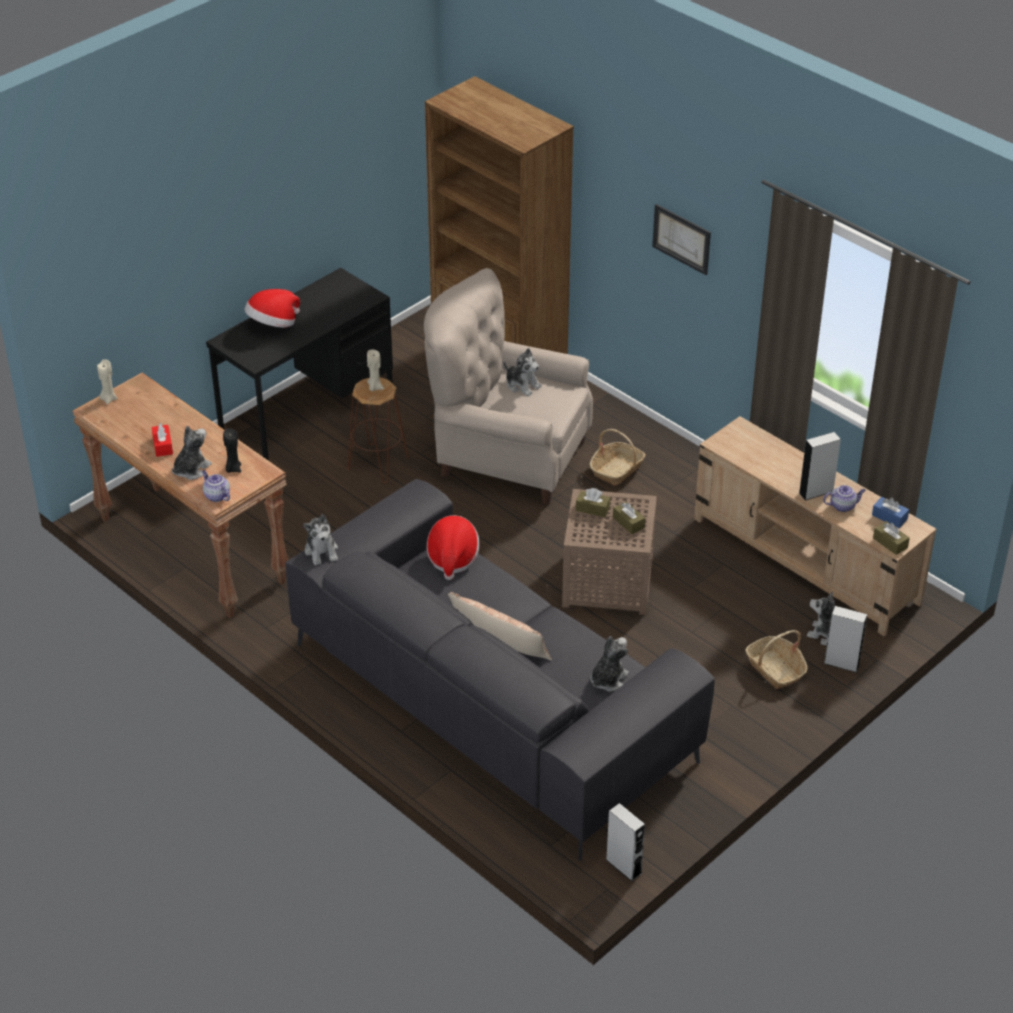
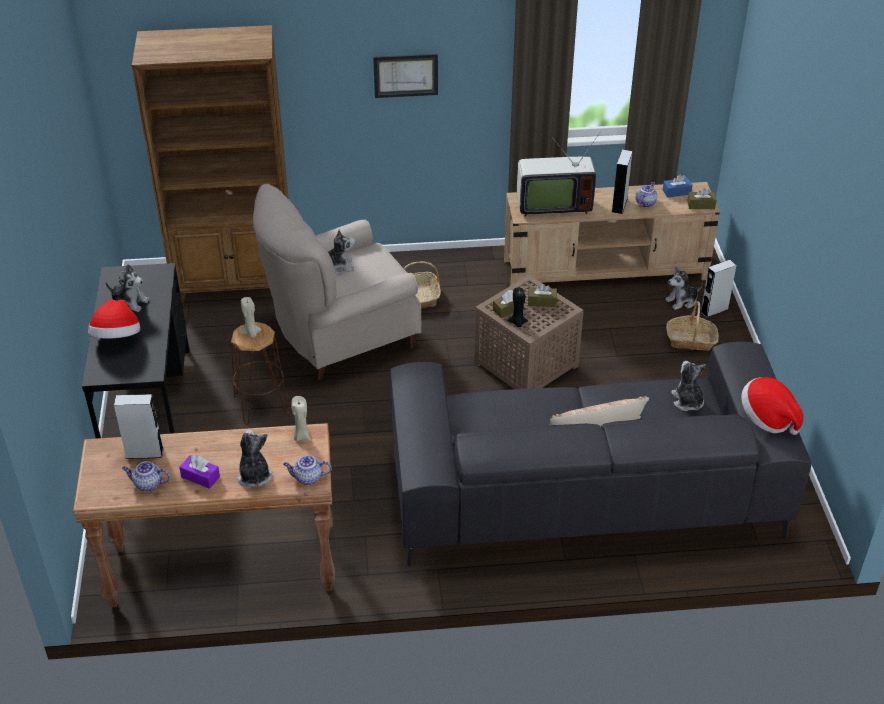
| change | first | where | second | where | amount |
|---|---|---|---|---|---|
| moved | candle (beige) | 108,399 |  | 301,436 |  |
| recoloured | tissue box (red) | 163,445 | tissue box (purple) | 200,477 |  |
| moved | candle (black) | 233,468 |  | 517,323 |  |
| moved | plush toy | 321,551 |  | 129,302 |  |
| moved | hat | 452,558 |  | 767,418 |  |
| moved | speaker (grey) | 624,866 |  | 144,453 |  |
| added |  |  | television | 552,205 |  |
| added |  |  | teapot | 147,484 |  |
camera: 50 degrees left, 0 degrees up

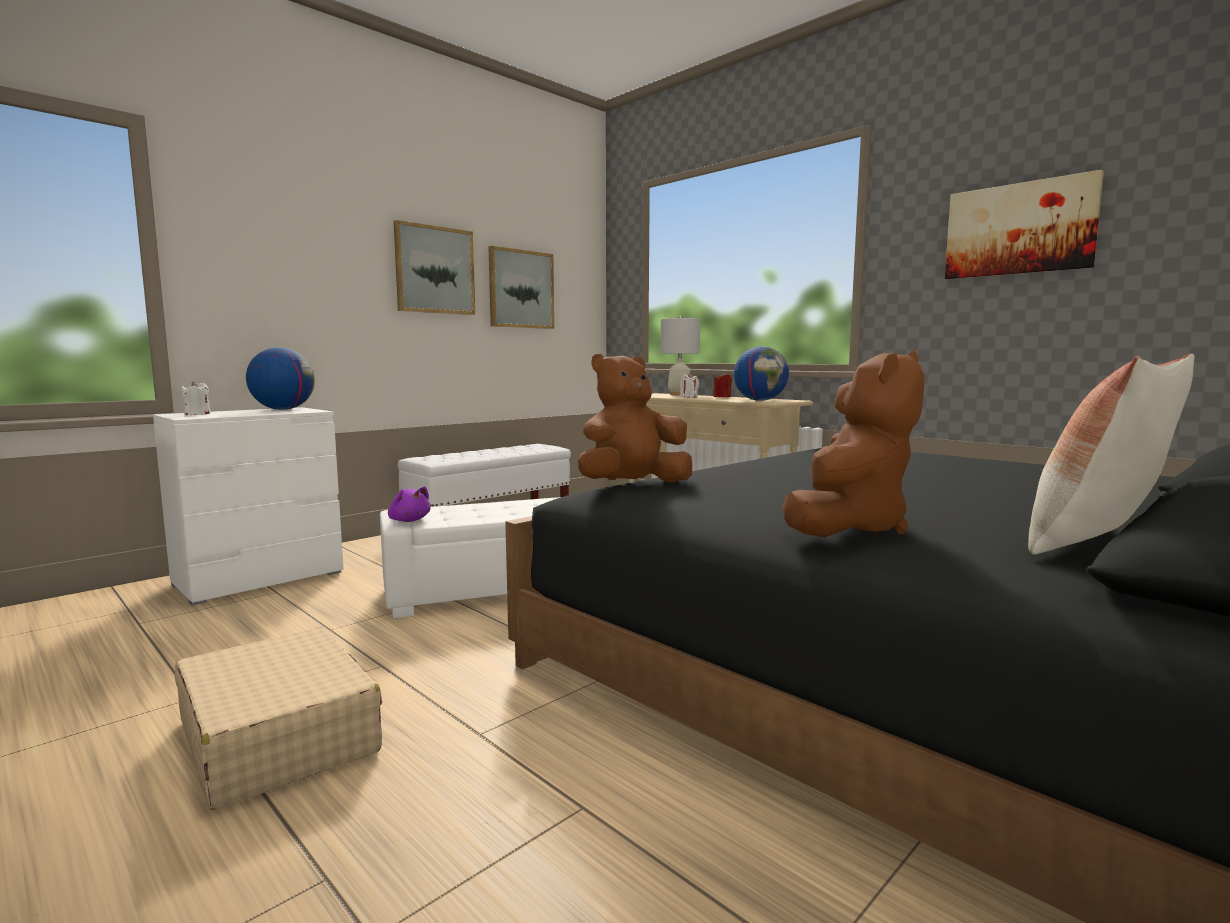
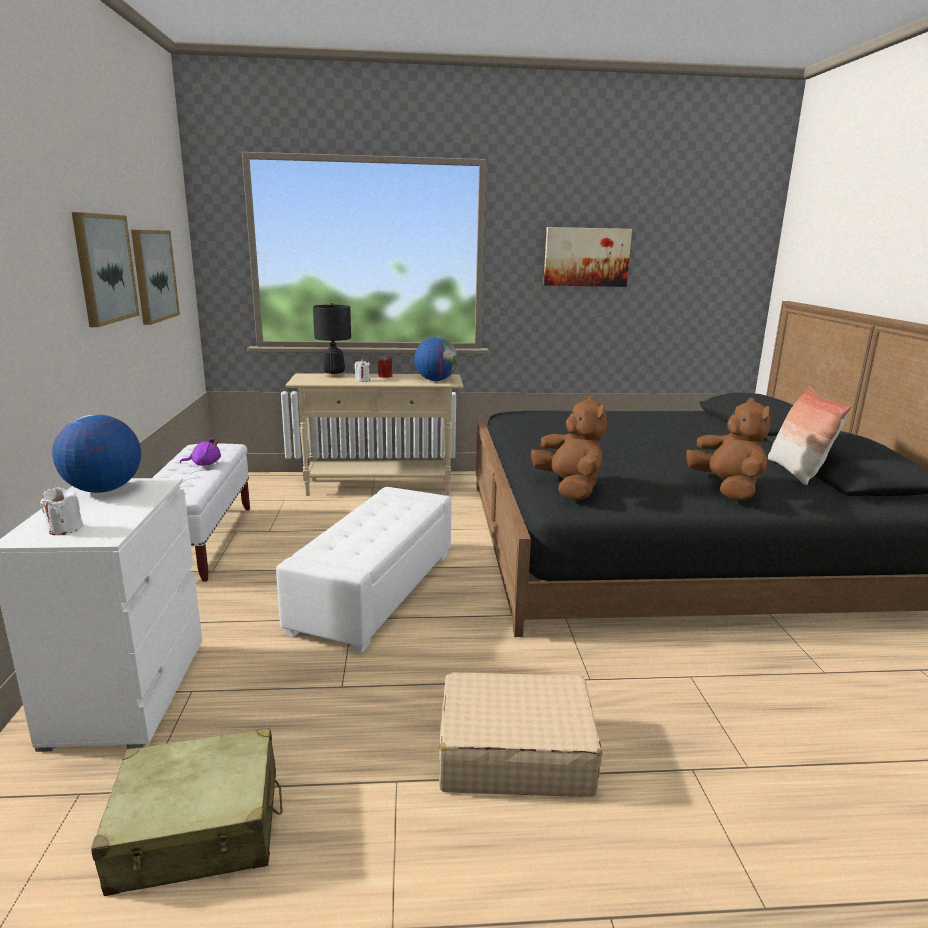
| change | first | where | second | where | amount |
|---|---|---|---|---|---|
| recoloured | table lamp (white) | 679,395 | table lamp (black) | 334,375 |  |
| turned | plush toy (brown) | 632,485 |  | 569,488 | 150 degrees clockwise |
| moved | plush toy (purple) | 409,520 |  | 204,464 |  |
| added |  |  | suitcase (beige) | 198,829 |  |
camera: 50 degrees left, 10 degrees up

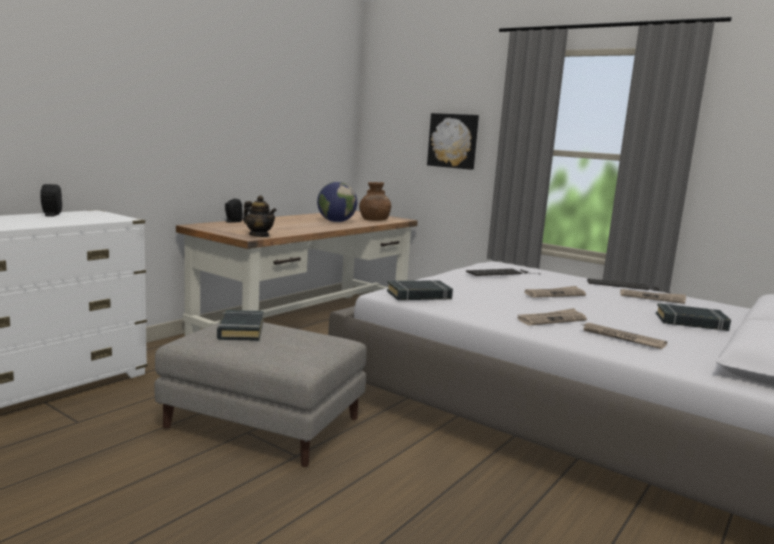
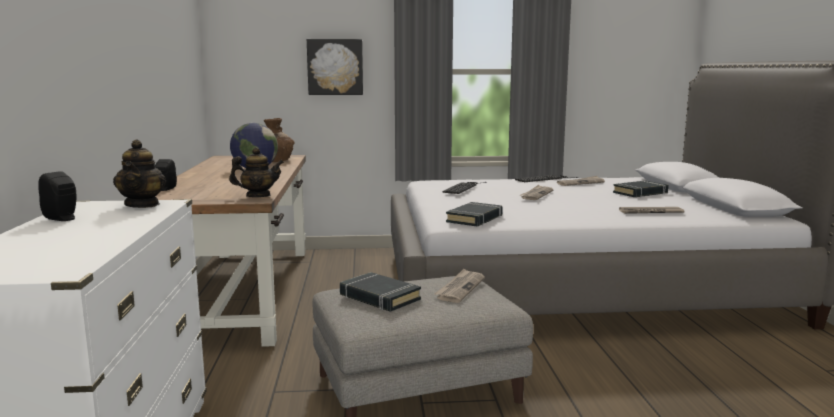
| change | first | where | second | where | amount |
|---|---|---|---|---|---|
| moved | newspaper | 551,319 |  | 460,288 |  |
| added |  |  | teapot | 142,205 |  |
camera: 40 degrees left, 0 degrees up

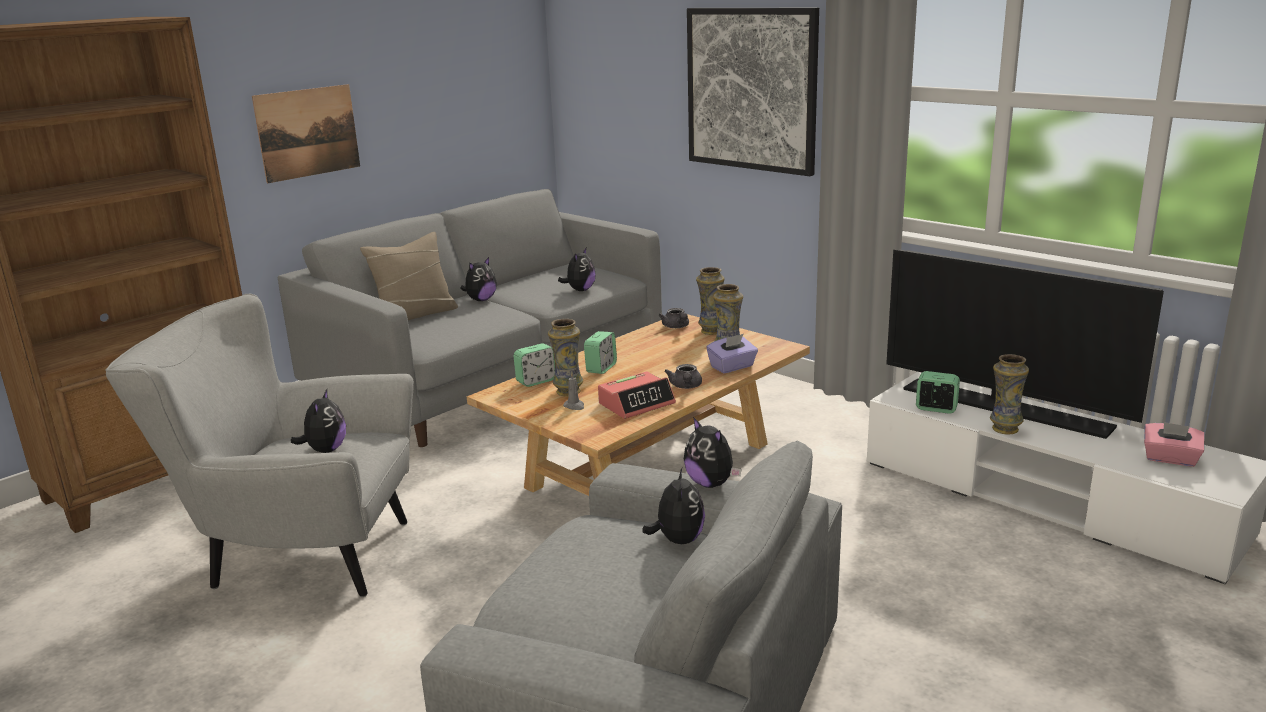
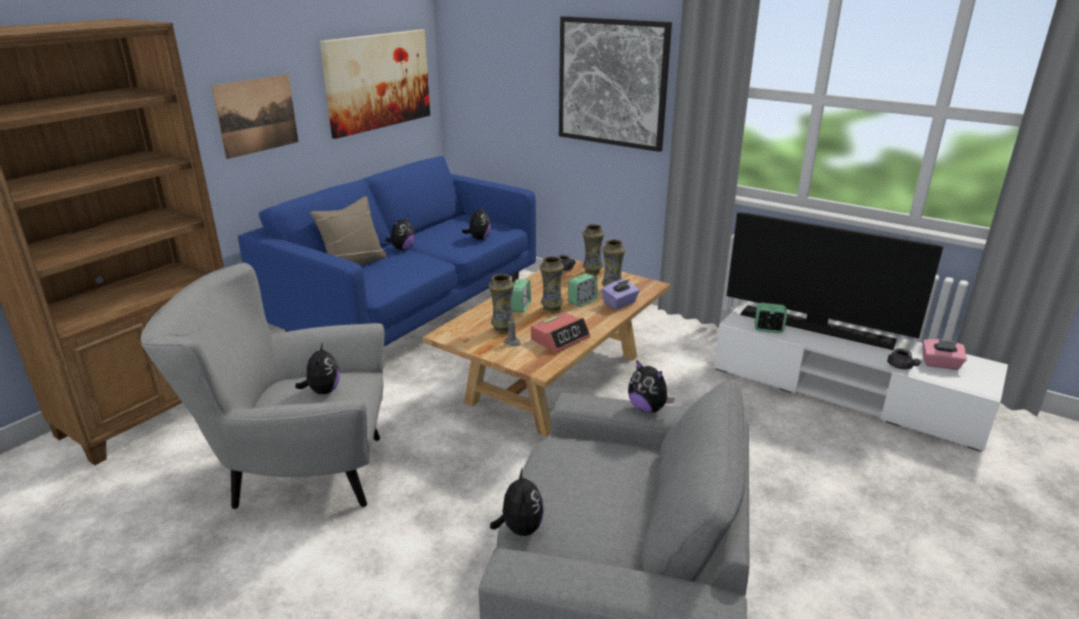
| change | first | where | second | where | amount |
|---|---|---|---|---|---|
| recoloured | sofa (grey) | 492,380 | sofa (blue) | 409,310 |  |
| moved | alarm clock | 536,381 |  | 582,301 |  |
| moved | vase | 1004,429 |  | 551,309 |  |
| moved | teapot (grey) | 685,387 |  | 901,367 |  |
| moved | plush toy | 678,540 |  | 519,528 |  |
| added |  |  | picture | 378,81 |  |
camera: 10 degrees left, 5 degrees up

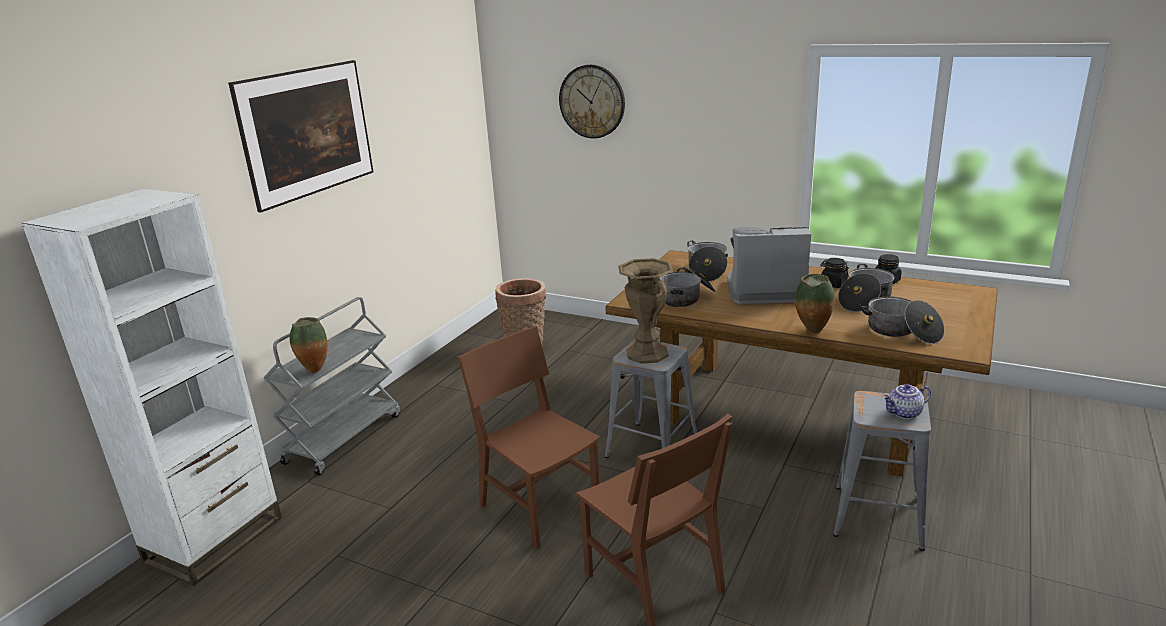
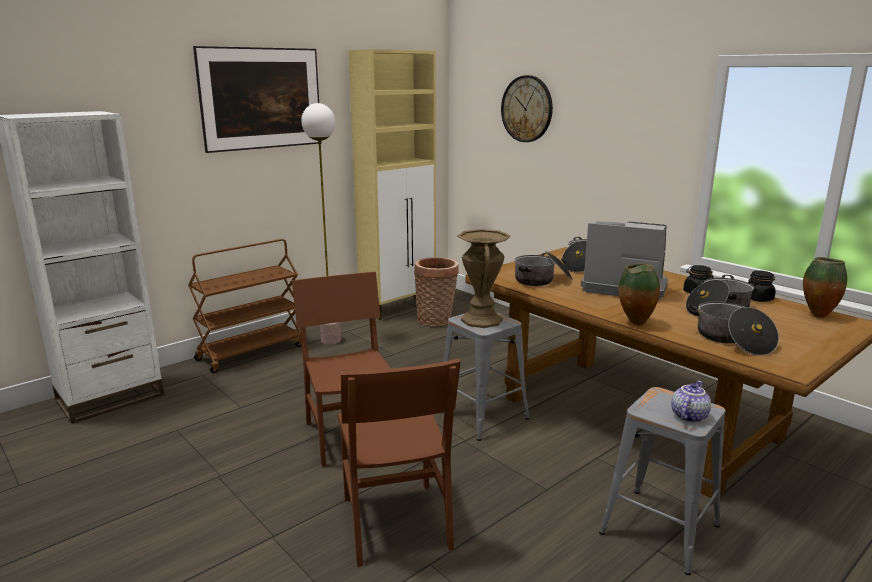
| change | first | where | second | where | amount |
|---|---|---|---|---|---|
| recoloured | cart (grey) | 344,438 | cart (brown) | 251,352 |  |
| moved | vase | 314,370 |  | 817,315 |  |
| turned | teapot | 904,413 |  | 688,416 | 120 degrees clockwise |
| added |  |  | cabinet (beige) | 399,307 |  |
| added |  |  | floor lamp | 331,340 |  |
camera: 20 degrees right, 5 degrees down

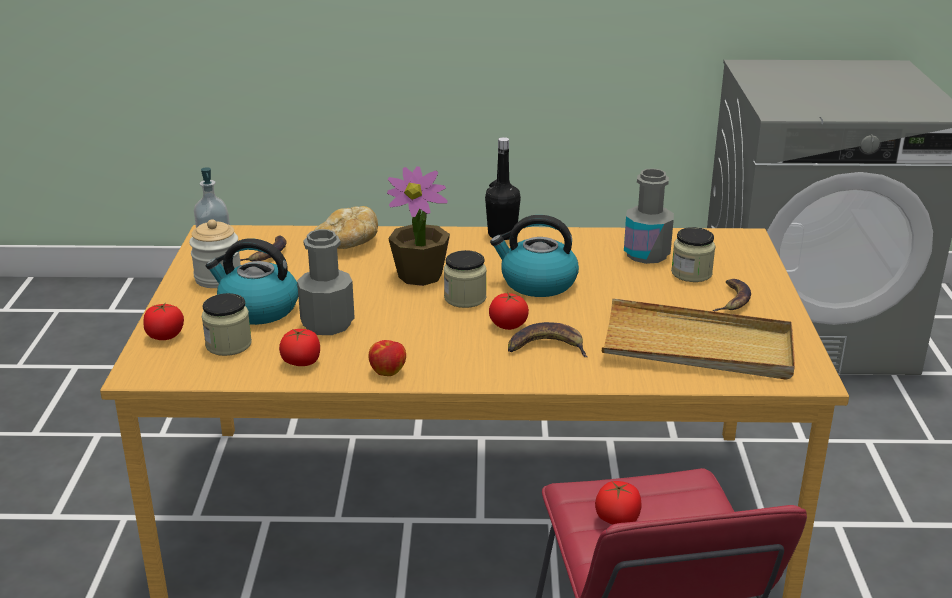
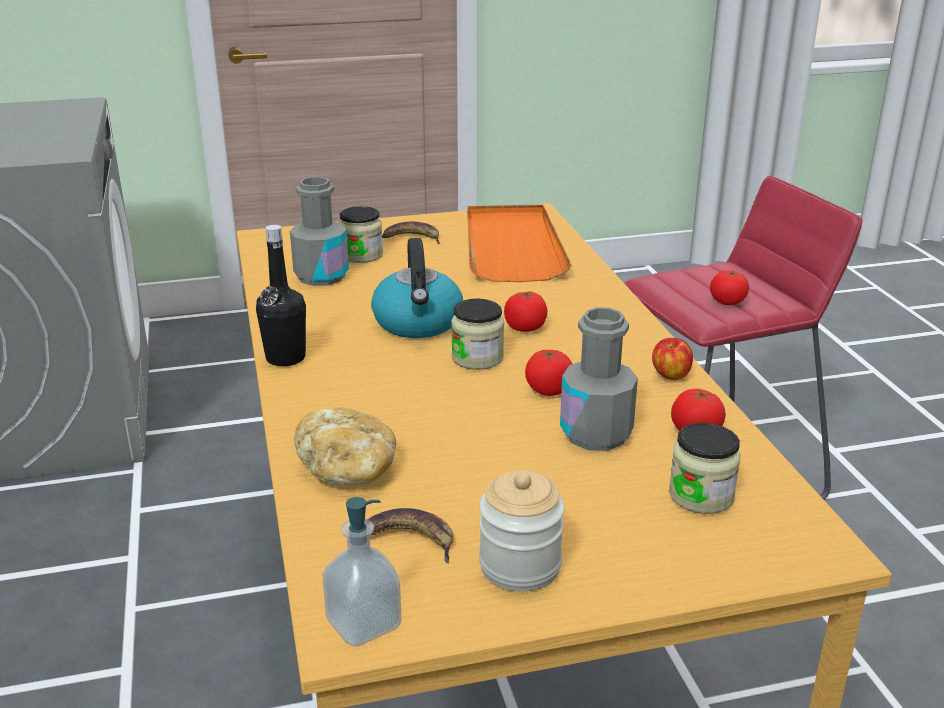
| change | first | where | second | where | amount |
|---|---|---|---|---|---|
| removed | potted plant | 420,275 |  |  |  |
| removed | kettle | 257,309 |  |  |  |
| recoloured | tray (beige) | 698,347 | tray (orange) | 512,247 |  |
| moved | tomato | 165,336 |  | 549,390 |  |
| removed | banana | 547,347 |  |  |  |
camera: 105 degrees left, 0 degrees up

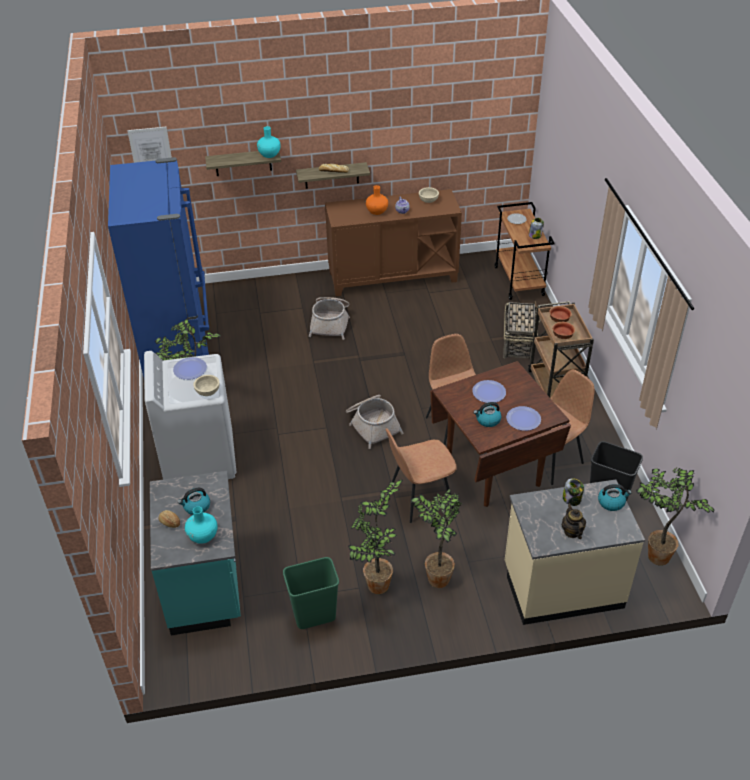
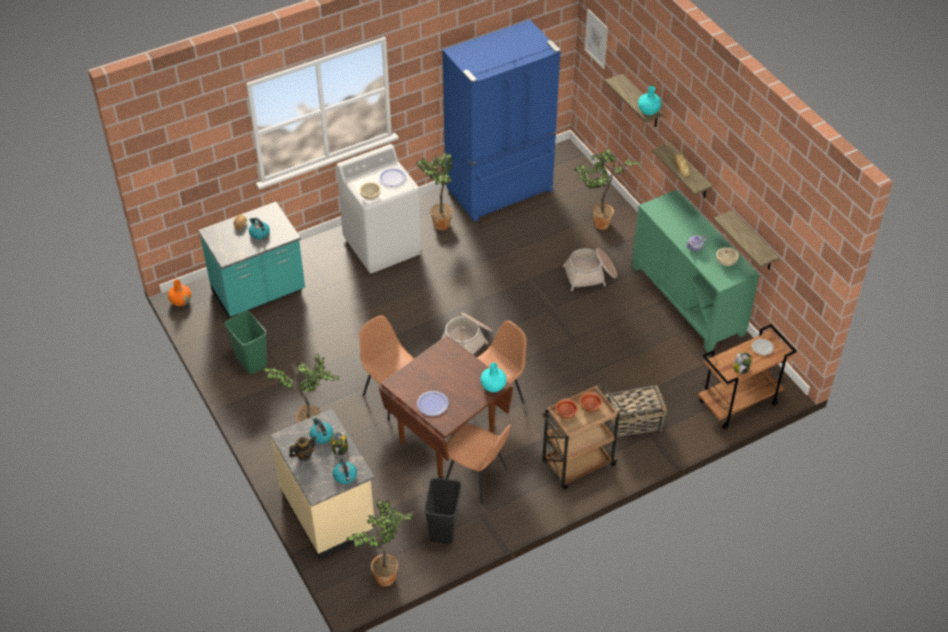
| change | first | where | second | where | amount |
|---|---|---|---|---|---|
| moved | vase (orange) | 377,211 |  | 181,301 |  |
| recoloured | cabinet (brown) | 392,276 | cabinet (green) | 688,300 |  |
| removed | plate | 489,392 |  |  |  |
| moved | kettle | 487,420 |  | 321,435 |  |
| moved | potted plant | 378,588 |  | 599,224 |  |
| moved | vase (turquoise) | 203,536 |  | 493,386 |  |
| added |  |  | shelf | 753,242 |  |
camera: 70 degrees right, 5 degrees up

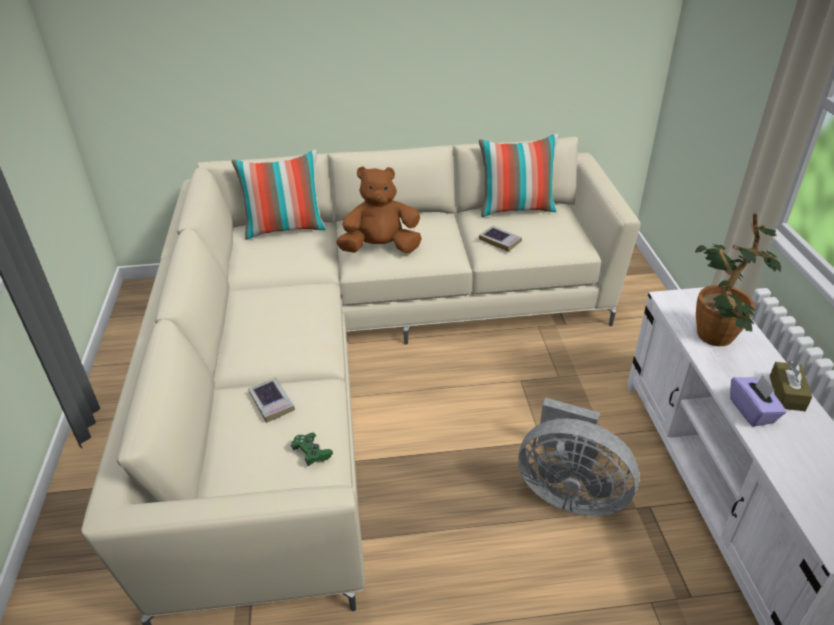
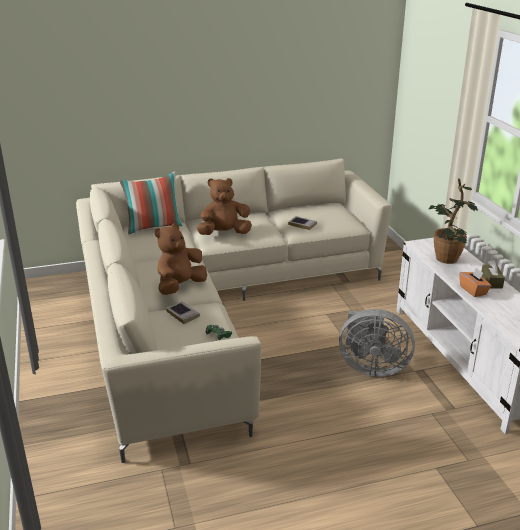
| change | first | where | second | where | amount |
|---|---|---|---|---|---|
| removed | pillow | 516,209 |  |  |  |
| recoloured | tissue box (purple) | 752,411 | tissue box (orange) | 473,290 |  |
| added |  |  | plush toy (brown) | 180,287 |  |
camera: 10 degrees left, 10 degrees down

